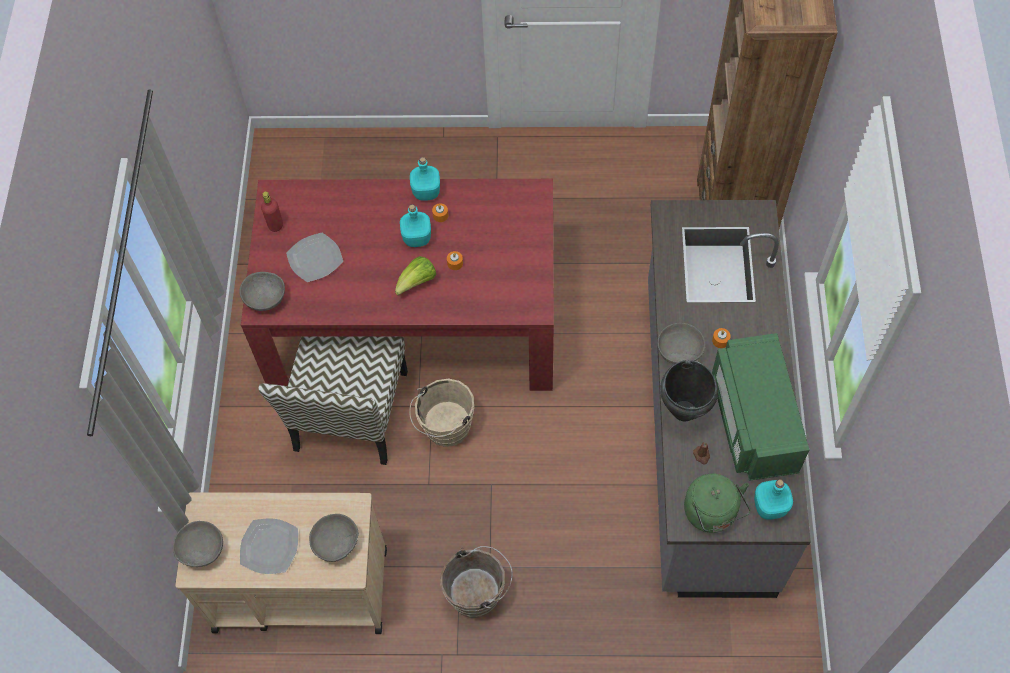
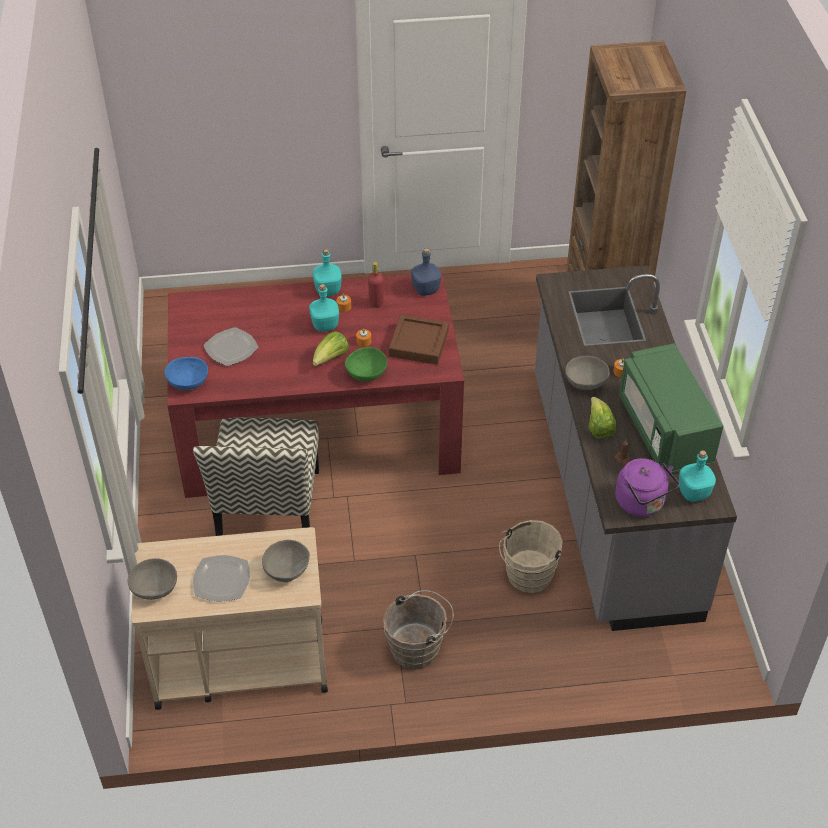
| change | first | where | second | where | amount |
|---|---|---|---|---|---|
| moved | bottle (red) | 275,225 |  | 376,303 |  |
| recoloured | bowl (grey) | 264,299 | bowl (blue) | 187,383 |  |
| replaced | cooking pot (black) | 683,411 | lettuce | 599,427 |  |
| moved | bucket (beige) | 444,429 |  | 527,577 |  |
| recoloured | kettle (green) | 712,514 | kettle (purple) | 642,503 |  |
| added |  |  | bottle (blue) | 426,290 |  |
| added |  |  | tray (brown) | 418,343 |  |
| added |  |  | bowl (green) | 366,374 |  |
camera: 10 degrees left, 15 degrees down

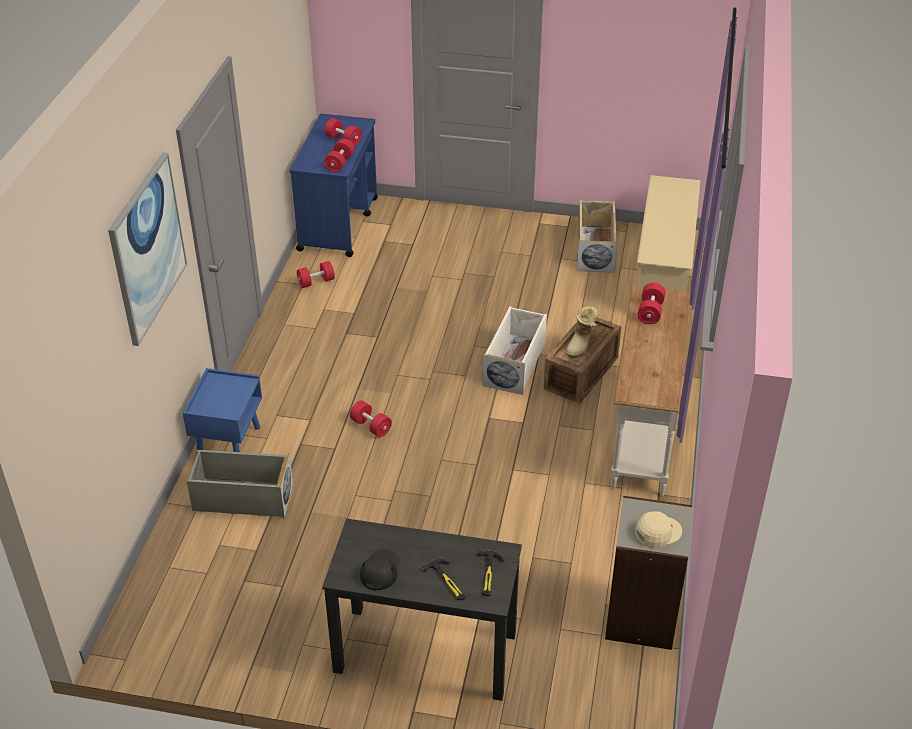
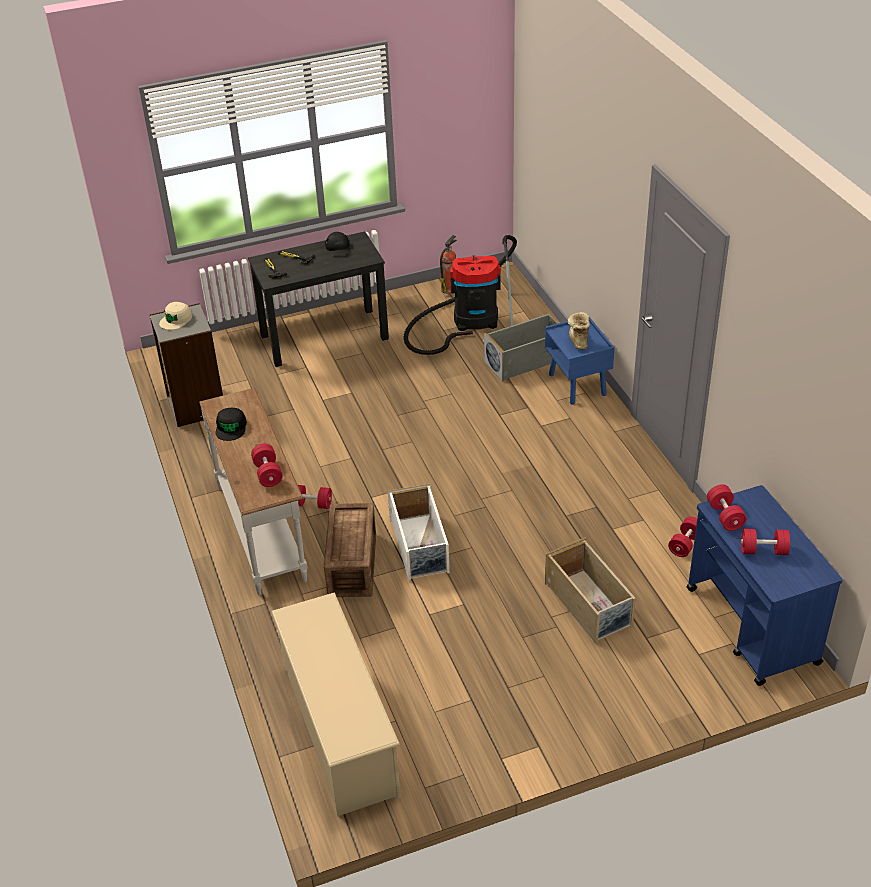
| change | first | where | second | where | amount |
|---|---|---|---|---|---|
| removed | picture | 147,248 |  |  |  |
| moved | storage box (beige) | 595,249 |  | 589,605 |  |
| moved | boot | 581,345 |  | 577,341 |  |
| moved | dumbbell (red) | 371,426 |  | 312,504 |  |
| added |  |  | vacuum cleaner | 470,321 |  |
| added |  |  | fire extinguisher | 449,289 |  |
| added |  |  | cap (black) | 231,427 |  |
camera: 150 degrees right, 0 degrees up

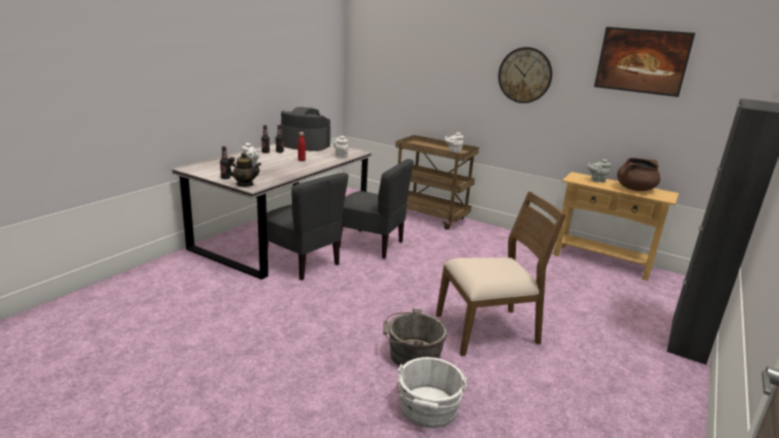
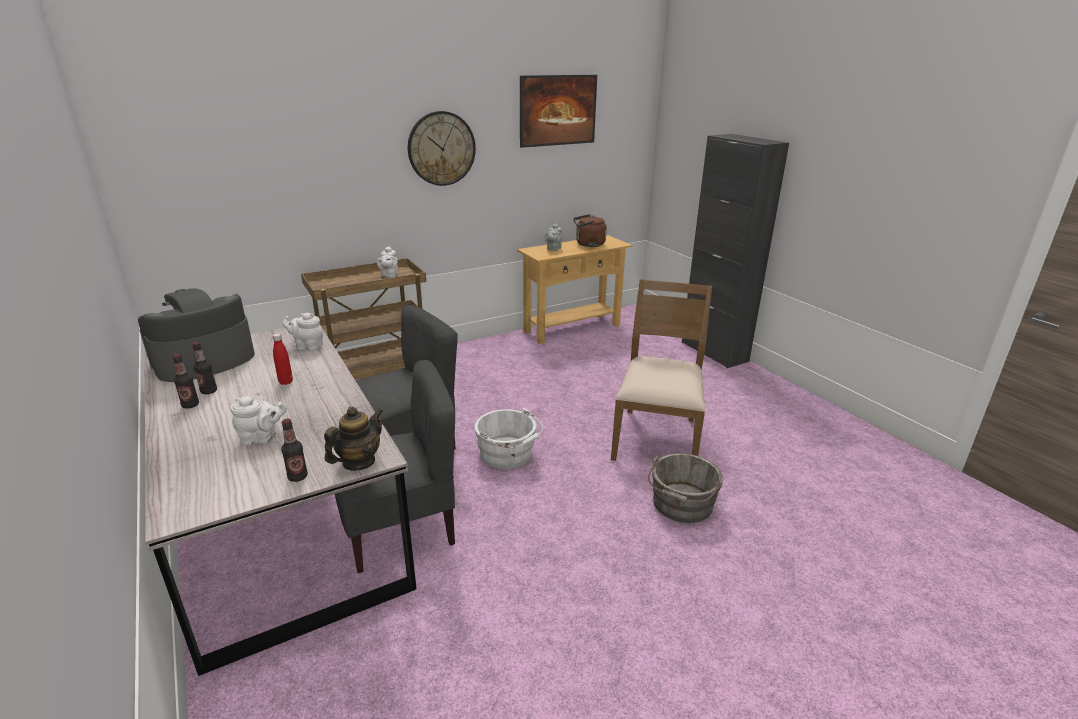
| change | first | where | second | where | amount |
|---|---|---|---|---|---|
| replaced | cooking pot (brown) | 635,189 | kettle (brown) | 588,244 |  |
| moved | bucket (white) | 428,410 |  | 508,454 |  |
camera: 60 degrees left, 5 degrees up

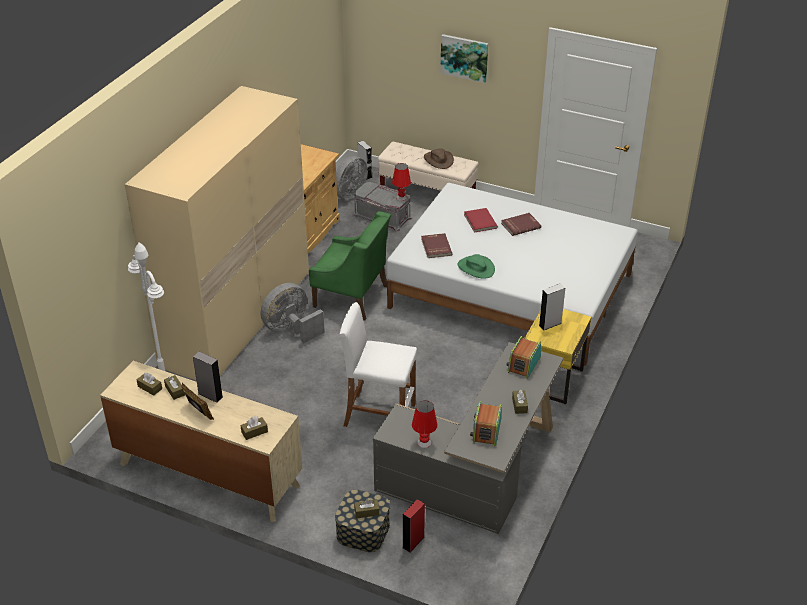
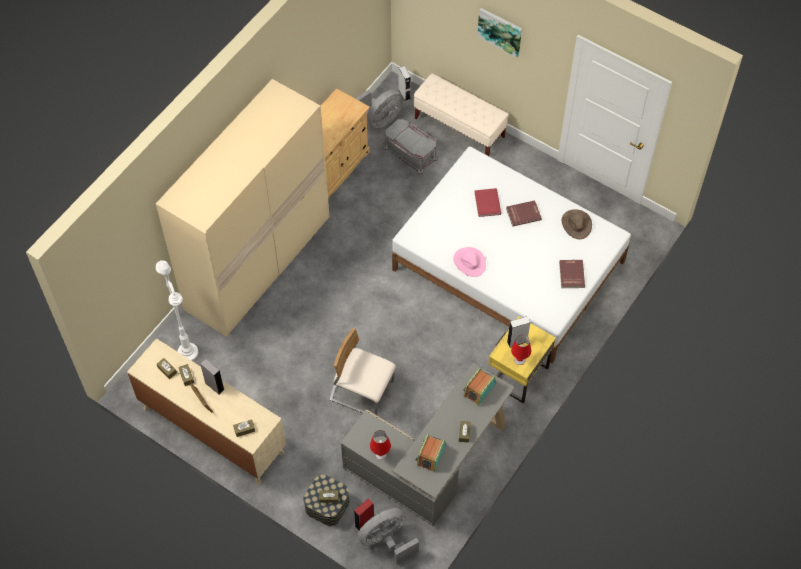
| change | first | where | second | where | amount |
|---|---|---|---|---|---|
| moved | hat (brown) | 438,160 |  | 576,224 |  |
| moved | table lamp (red) | 401,198 |  | 520,360 |  |
| removed | armchair (green) | 351,296 |  |  |  |
| moved | book (red) | 435,247 |  | 571,274 |  |
| recoloured | hat (green) | 476,268 | hat (pink) | 469,262 |  |
| moved | fan (grey) | 291,329 |  | 387,540 |  |
| replaced | stool (white) | 379,415 | chair (beige) | 362,390 |  |
camera: 10 degrees right, 20 degrees up

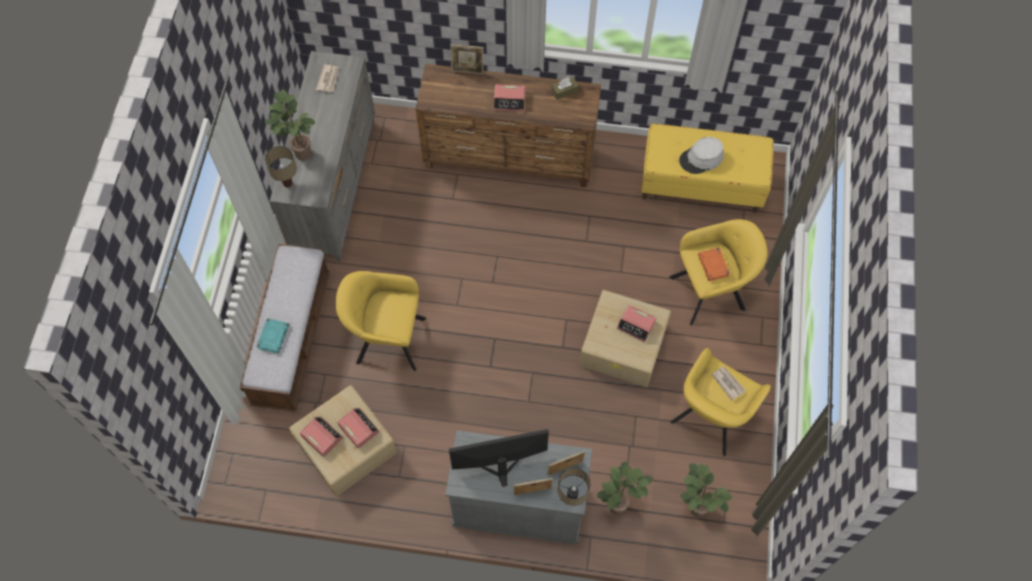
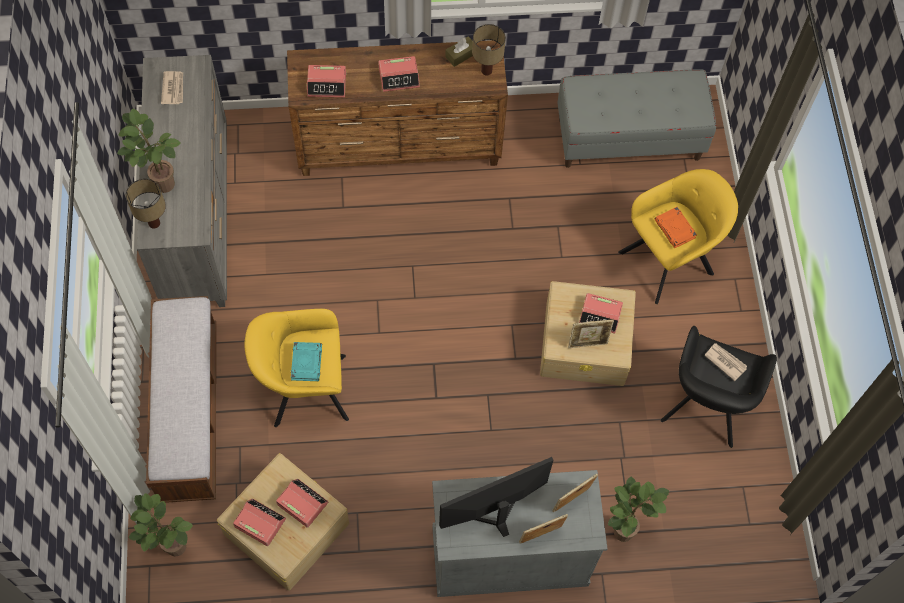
| change | first | where | second | where | amount |
|---|---|---|---|---|---|
| moved | picture frame | 467,71 |  | 587,344 |  |
| recoloured | bench (yellow) | 701,184 | bench (grey) | 629,138 |  |
| removed | hat (grey) | 701,158 |  |  |  |
| moved | book (turquoise) | 273,336 |  | 306,362 |  |
| recoloured | armchair (yellow) | 710,418 | armchair (black) | 704,407 |  |
| moved | potted plant | 694,508 |  | 172,546 |  |
| moved | table lamp | 572,499 |  | 487,71 |  |
| added |  |  | alarm clock | 327,84 |  |
camera: 15 degrees left, 0 degrees up

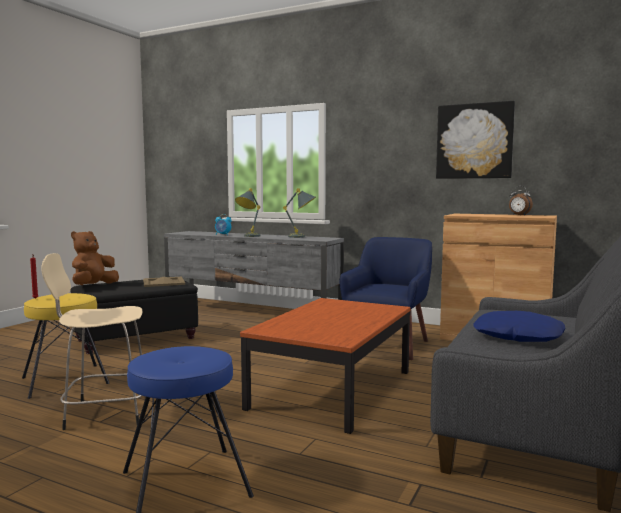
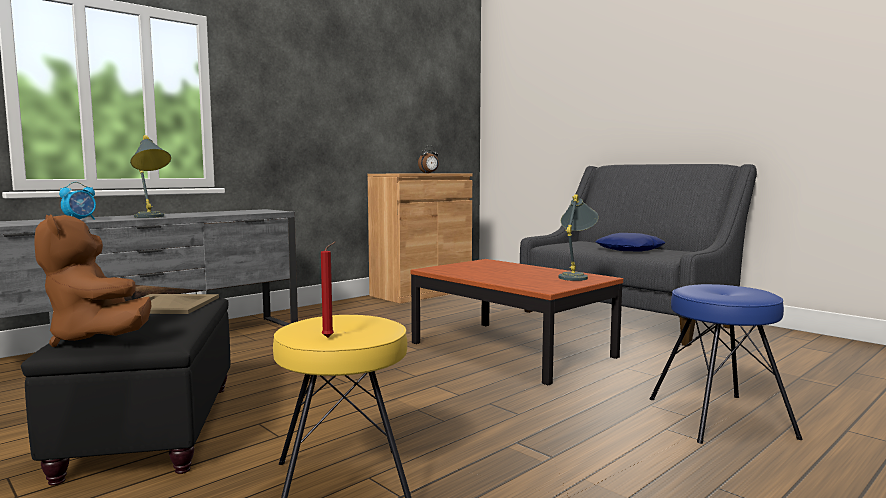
| change | first | where | second | where | amount |
|---|---|---|---|---|---|
| removed | picture | 474,141 |  |  |  |
| moved | table lamp (grey) | 302,237 |  | 576,276 |  |
| removed | armchair (blue) | 388,345 |  |  |  |
| removed | stool (beige) | 104,412 |  |  |  |
camera: 70 degrees left, 0 degrees up

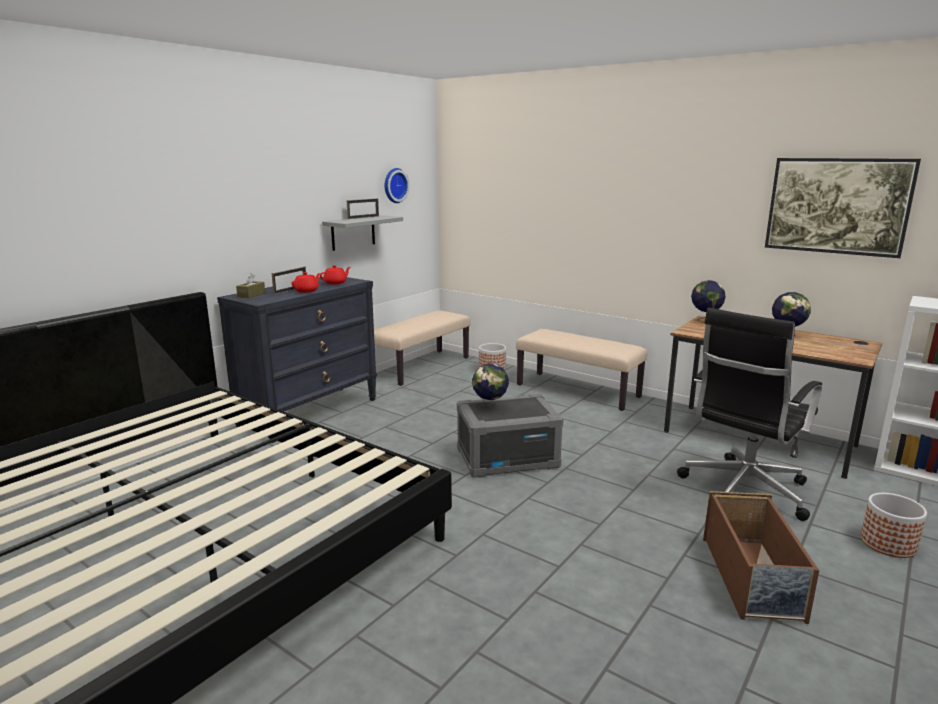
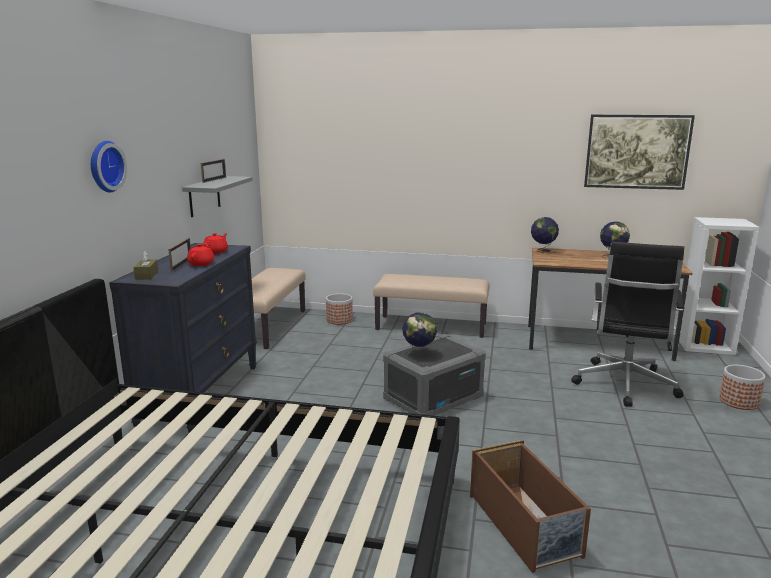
| change | first | where | second | where | amount |
|---|---|---|---|---|---|
| moved | wall clock | 394,185 |  | 104,166 |  |
| moved | storage box (brown) | 752,579 |  | 525,525 |  |
camera: 25 degrees left, 0 degrees up

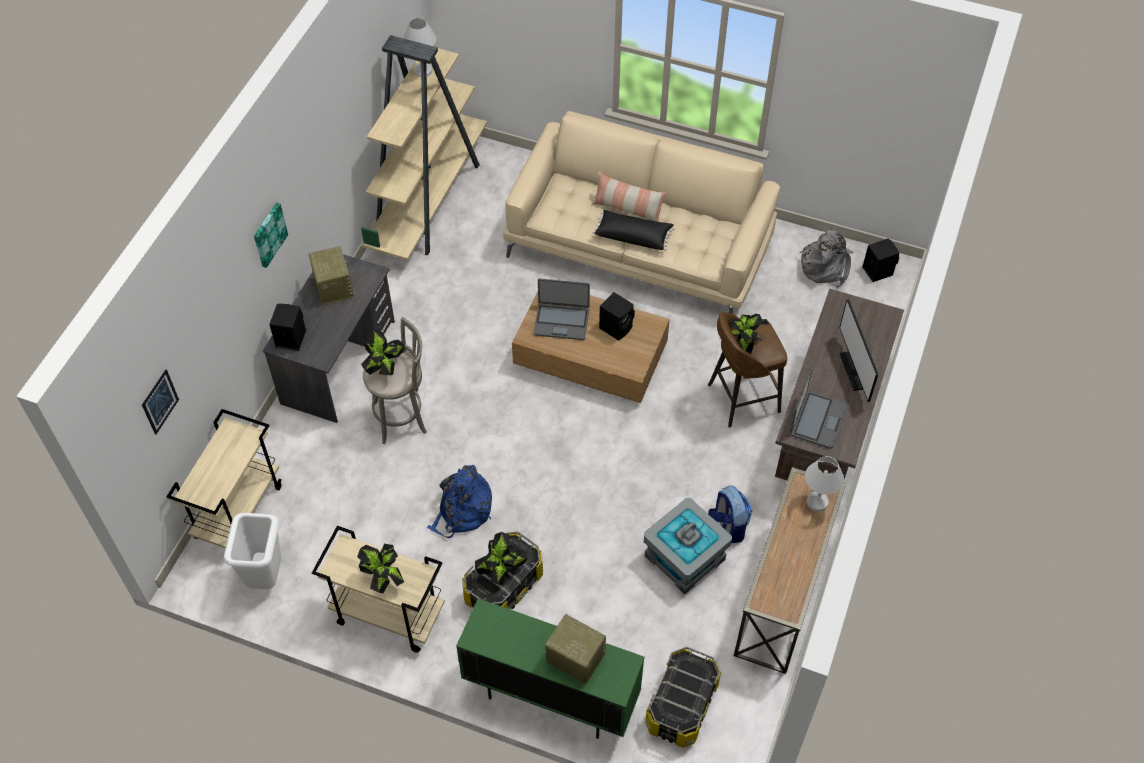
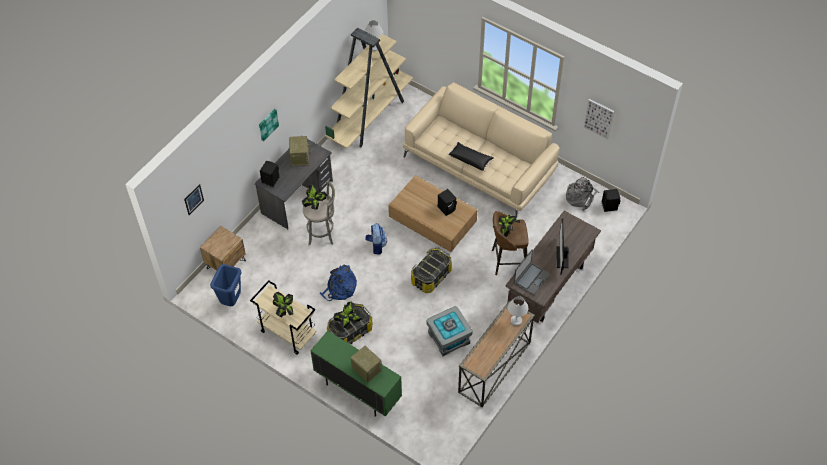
| change | first | where | second | where | amount |
|---|---|---|---|---|---|
| removed | pillow | 627,209 |  |  |  |
| removed | laptop | 561,321 |  |  |  |
| replaced | cart (beige) | 239,511 | nightstand (brown) | 226,264 |  |
| moved | backpack | 728,526 |  | 376,245 |  |
| recoloured | trash can (white) | 266,577 | trash can (blue) | 231,300 |  |
| moved | storage box | 682,706 |  | 431,276 |  |
| added |  |  | picture | 599,119 |  |
camera: 15 degrees right, 0 degrees up

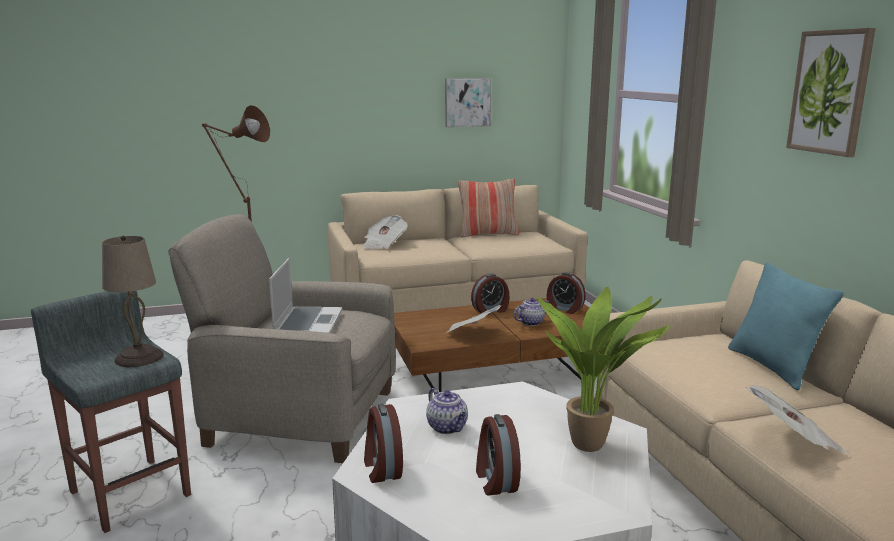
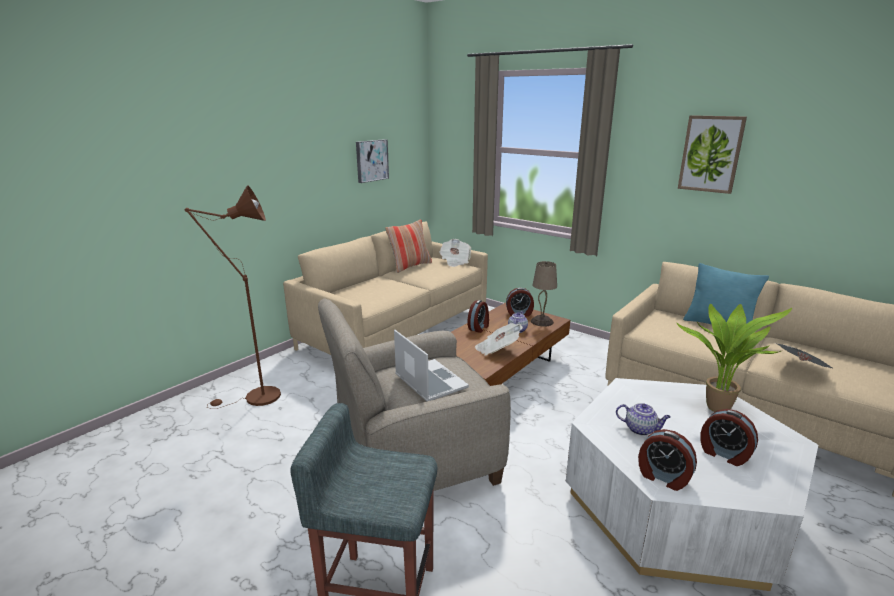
| change | first | where | second | where | amount |
|---|---|---|---|---|---|
| moved | newspaper | 383,245 |  | 455,261 |  |
| moved | table lamp (beige) | 138,357 |  | 541,321 |  |
camera: 35 degrees left, 5 degrees up

